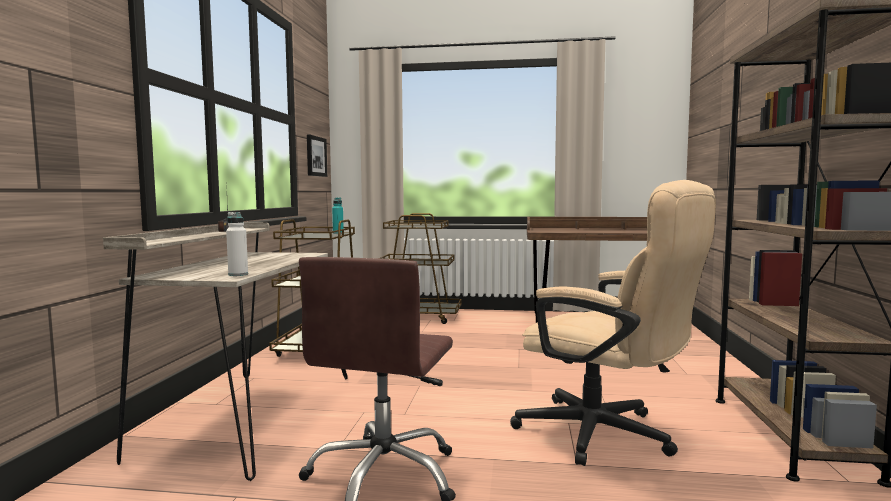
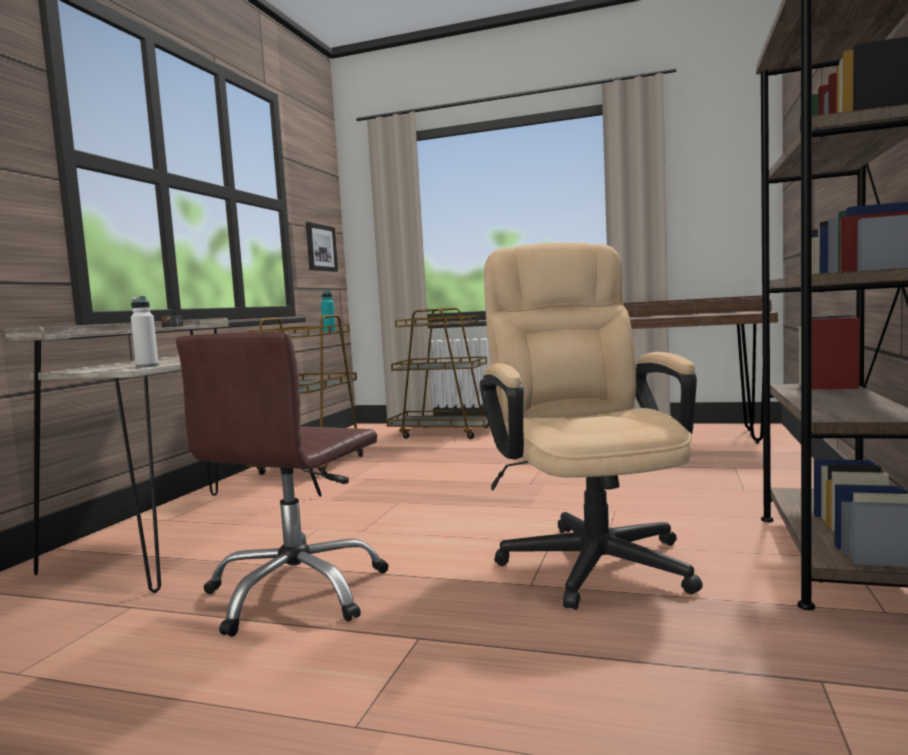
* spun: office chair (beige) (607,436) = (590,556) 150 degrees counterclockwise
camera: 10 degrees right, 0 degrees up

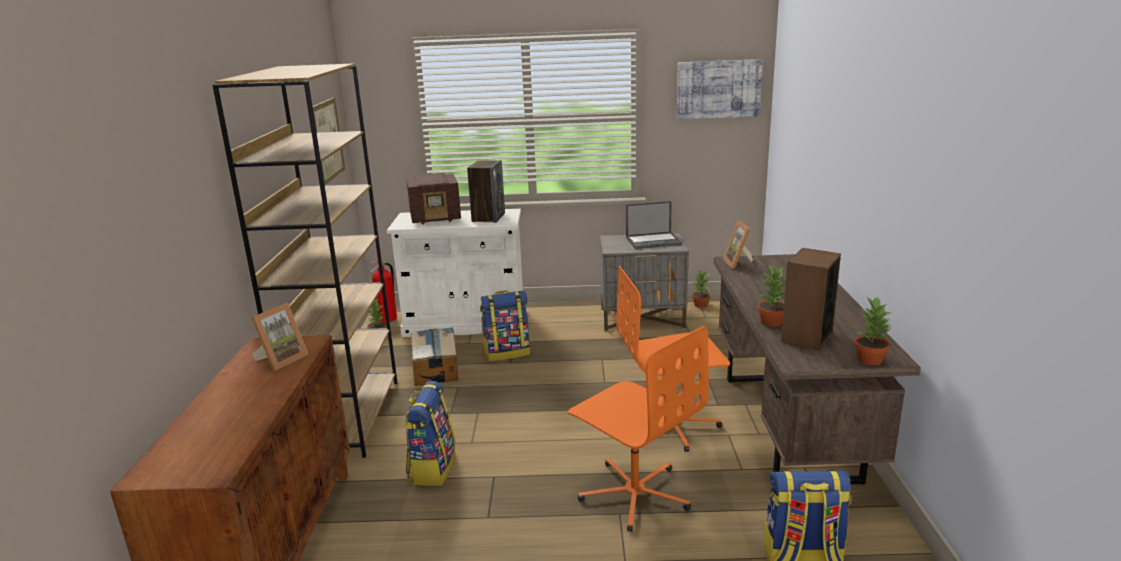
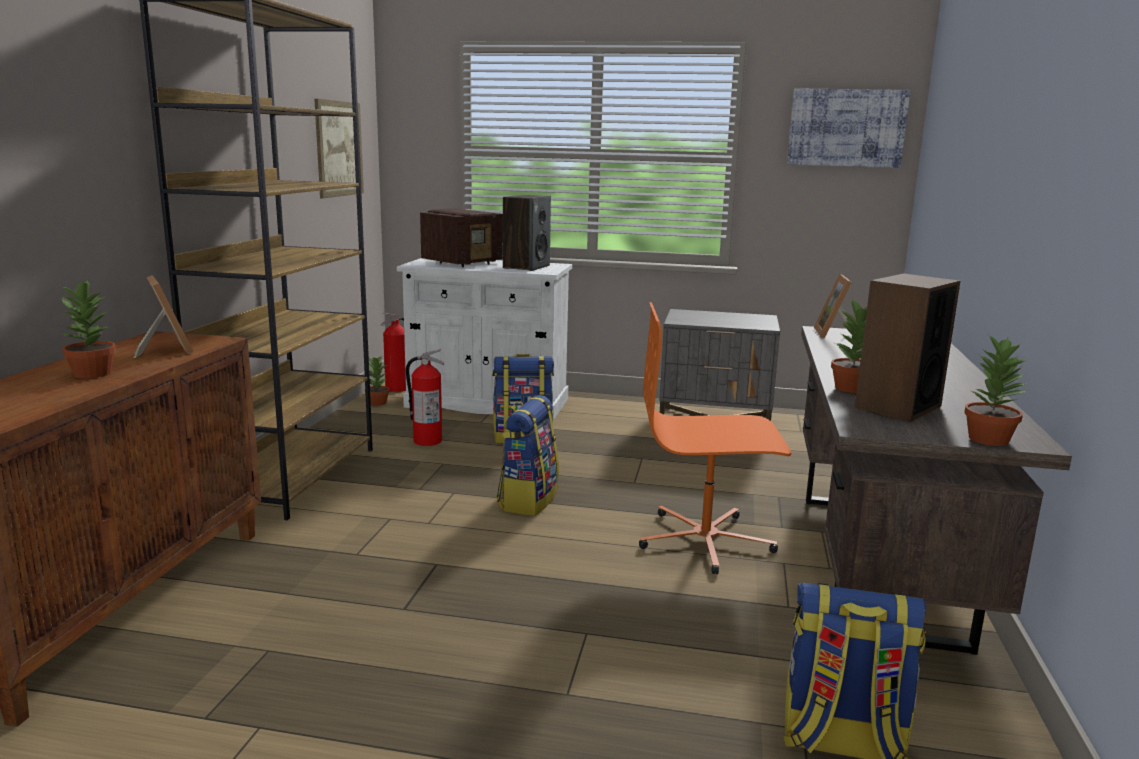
* relocated: potted plant (700,305) to (91,374)
* spun: picture frame (281,359) = (165,350) 75 degrees counterclockwise
* exchanged: cardboard box (435,367) to fire extinguisher (427,441)
* spun: radio (436,218) = (463,263) 45 degrees counterclockwise
* relocated: backpack (432,468) to (527,500)
* missing: office chair (orange) (635,493)
* missing: laptop (653,241)
camera: 10 degrees right, 5 degrees down

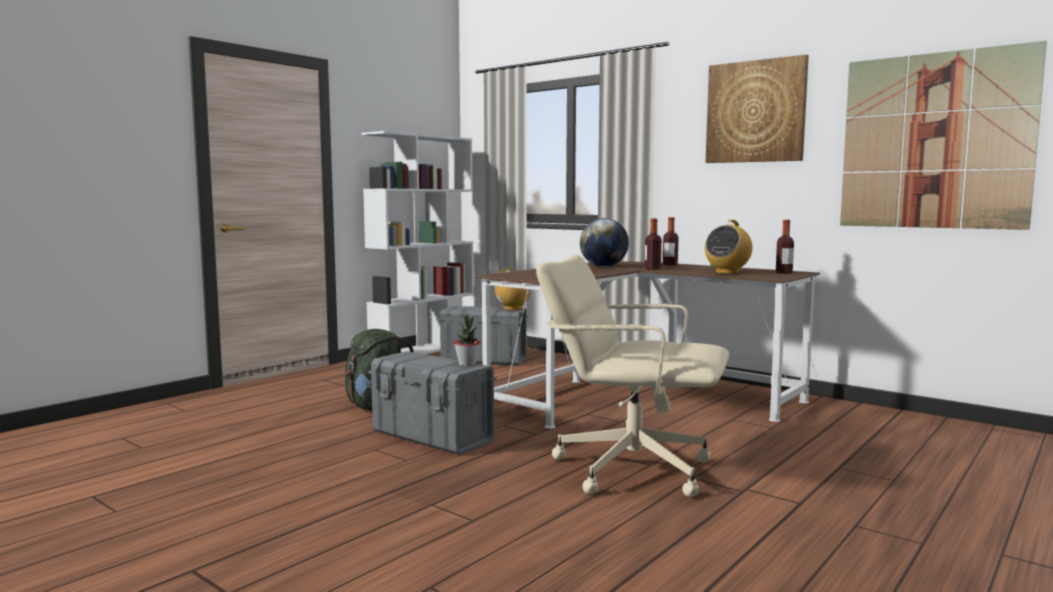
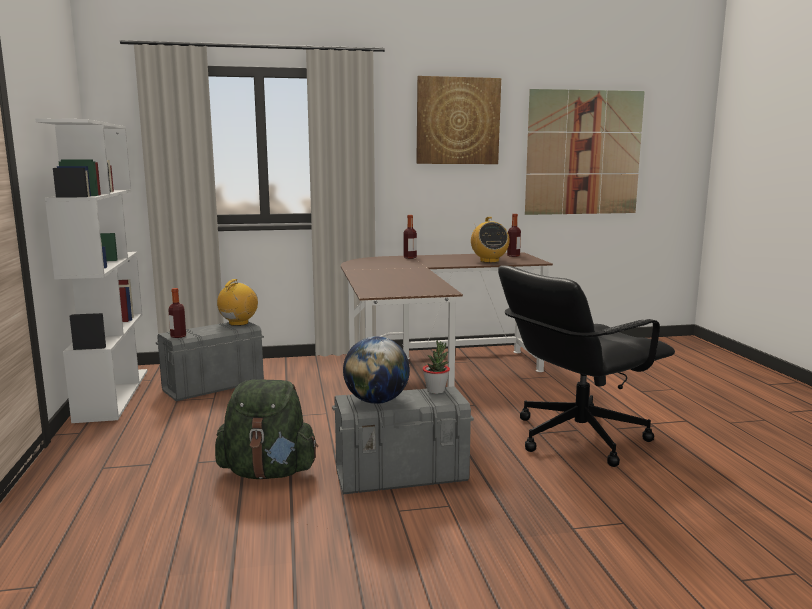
* relocated: bottle (652,269) to (178,336)
* relocated: globe (603,267) to (376,401)
* colour: office chair (beige) (631,468) to office chair (black) (577,437)
camera: 50 degrees left, 5 degrees up

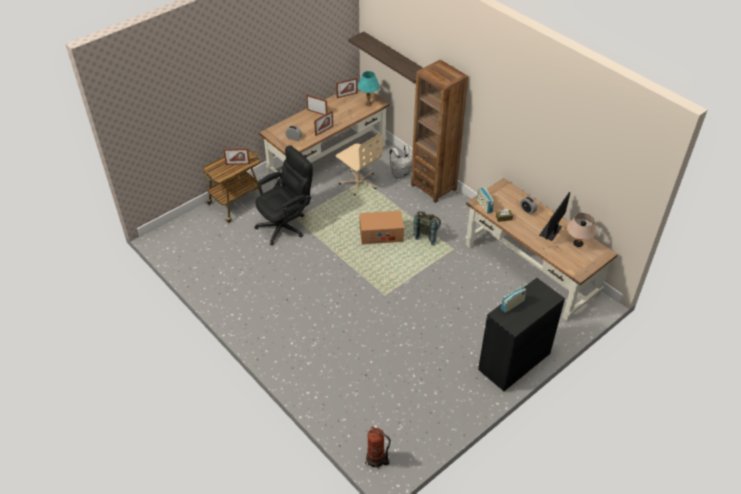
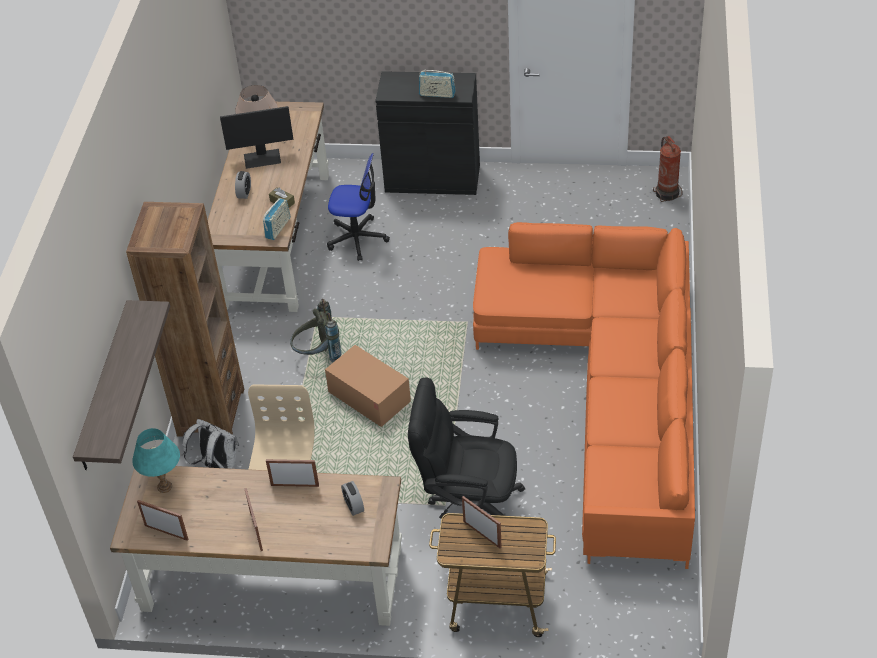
* appeared: office chair (357,238)
* appeared: sofa (orange) (608,391)
camera: 130 degrees left, 0 degrees up

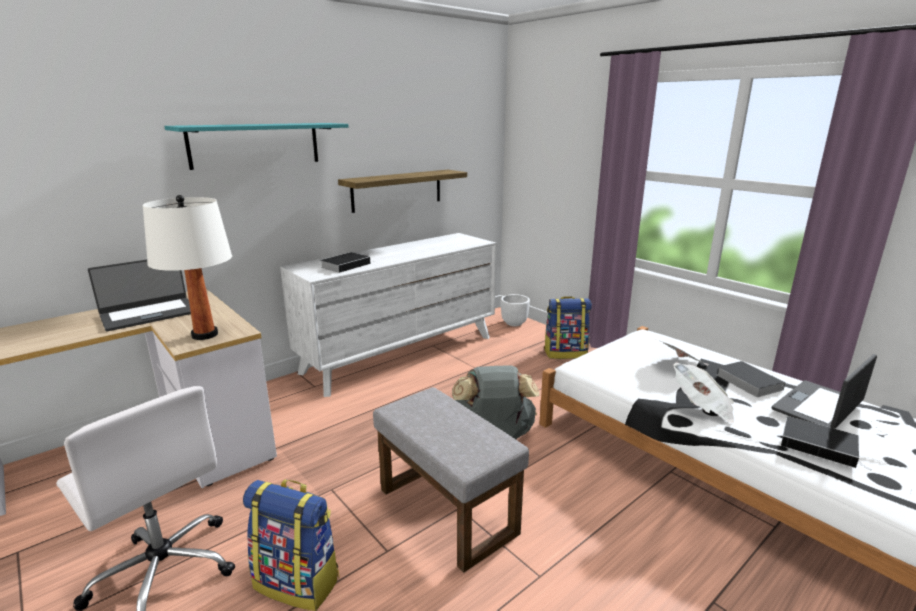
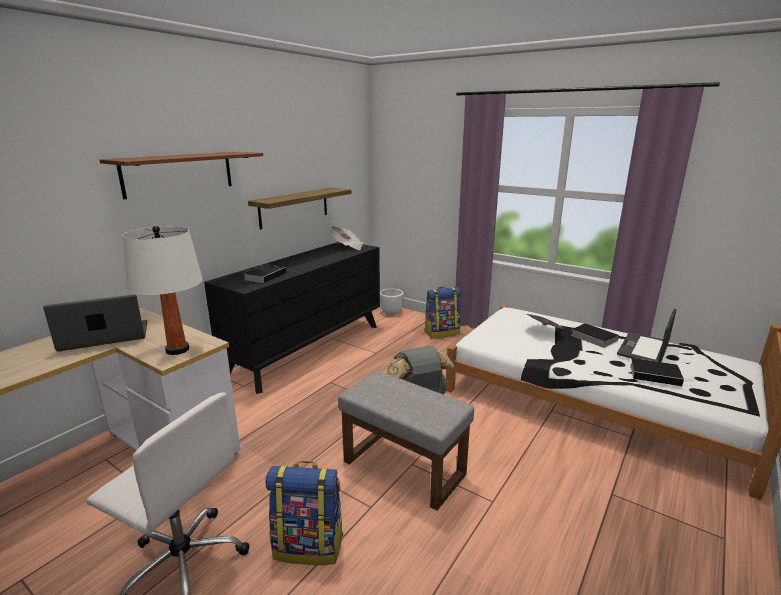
* spun: laptop (149,314) = (104,337) 150 degrees counterclockwise
* colour: shelf (turquoise) (255,145) to shelf (brown) (179,173)
* colour: dresser (white) (401,354) to dresser (black) (308,348)
* relocated: newspaper (702,406) to (347,247)
camera: 15 degrees left, 0 degrees up

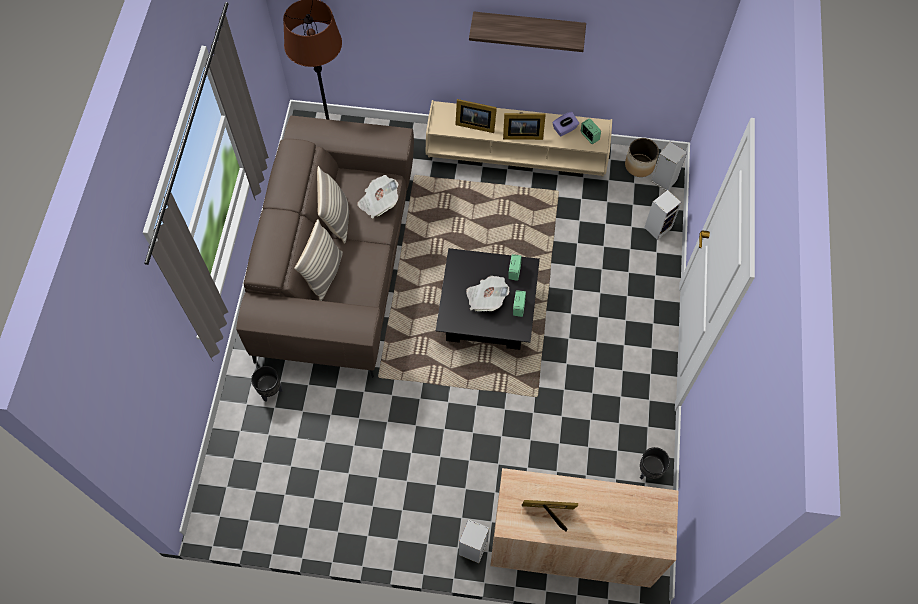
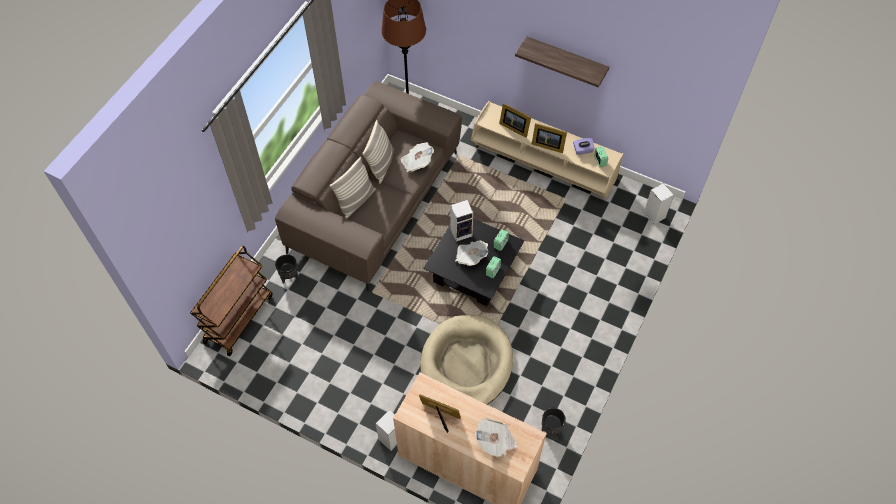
* appeared: cart (brown) (238,318)
* appeared: dog bed (beige) (466,364)
* relocated: speaker (658,227) to (462,232)
* appeared: newspaper (495,441)
* missing: planter (639,165)
camera: 20 degrees right, 5 degrees down

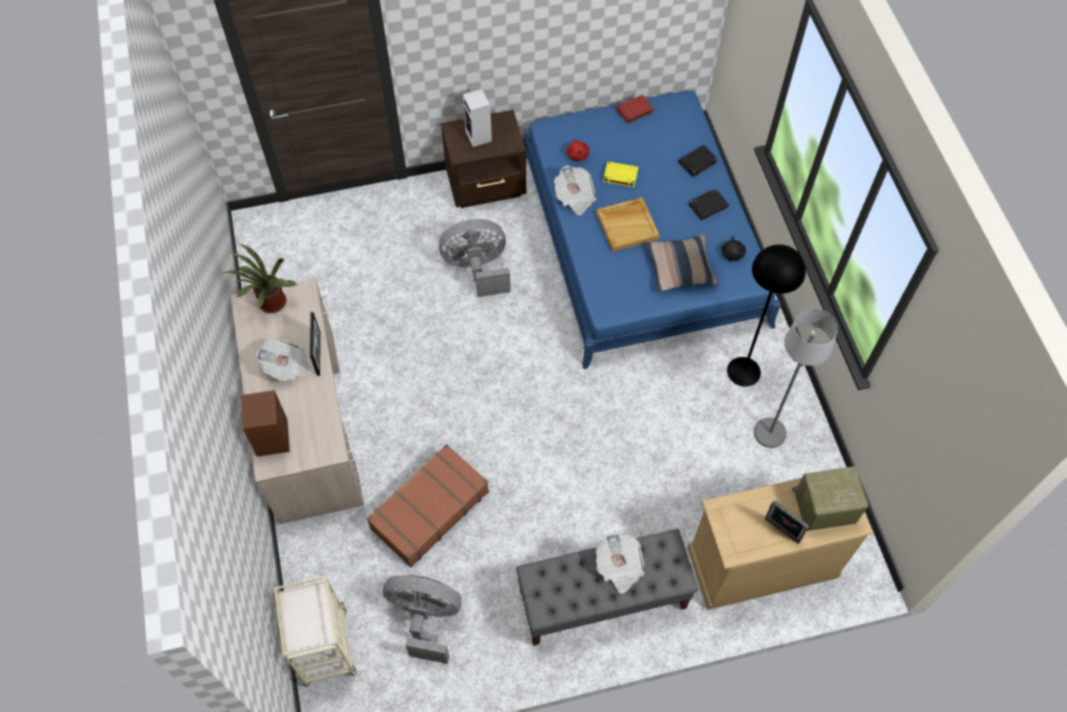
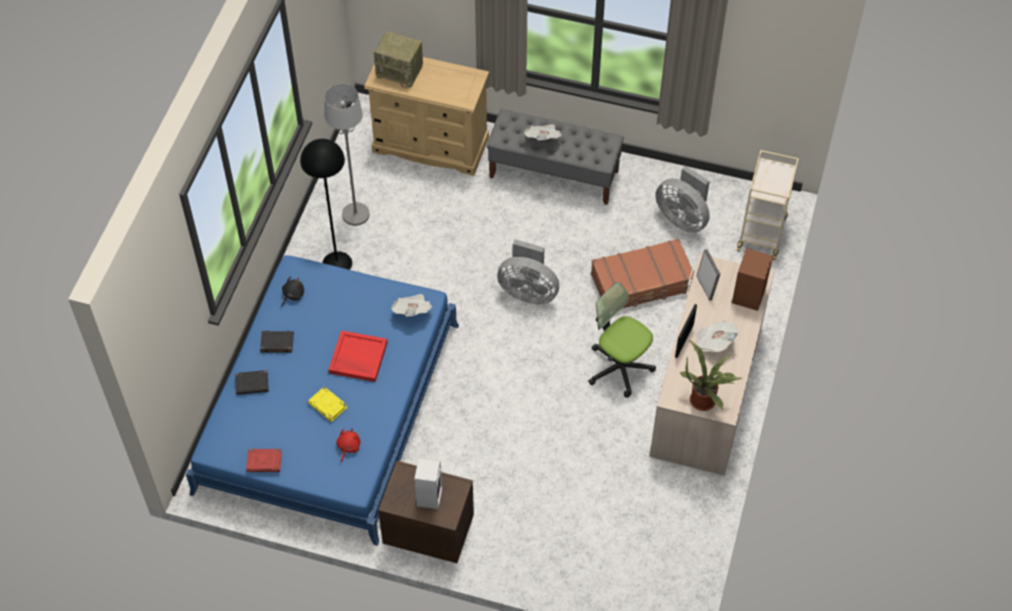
* colour: tray (beige) (627,225) to tray (red) (357,358)
* relocated: newspaper (574,197) to (413,311)
* relocated: fan (grey) (477,269) to (528,291)
* appeared: office chair (619,367)
* relocated: picture frame (781,532) to (706,287)
* missing: pillow (680,268)
camera: 150 degrees left, 5 degrees down

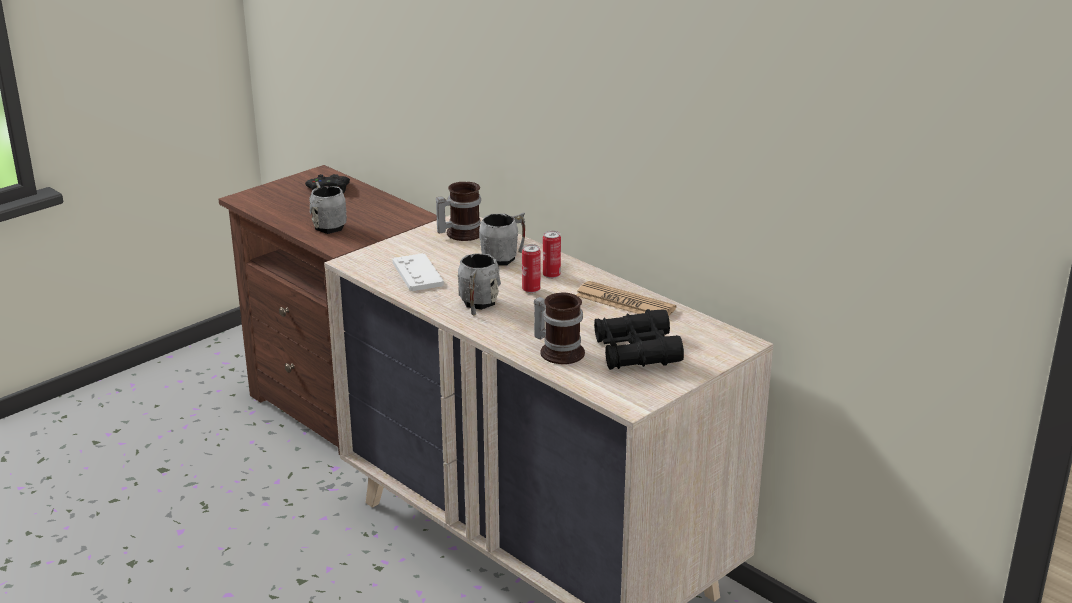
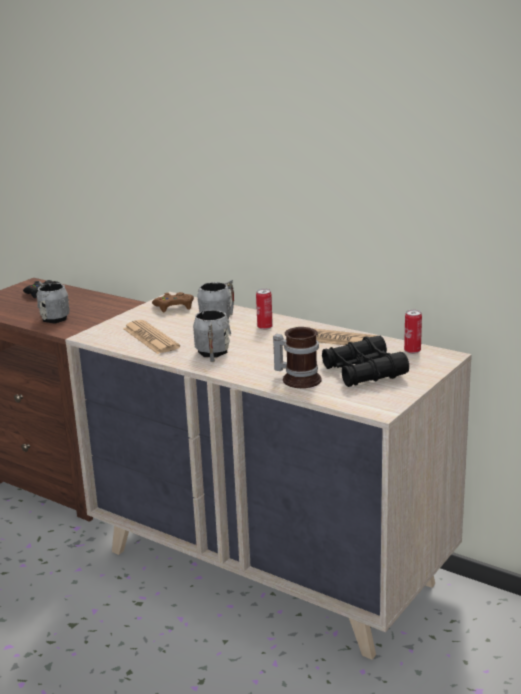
* exchanged: game controller (white) (417,274) to newspaper (150,338)
* exchanged: mug (460,233) to game controller (brown) (174,307)
* relocated: can (531,290) to (412,351)
camera: 10 degrees left, 5 degrees down

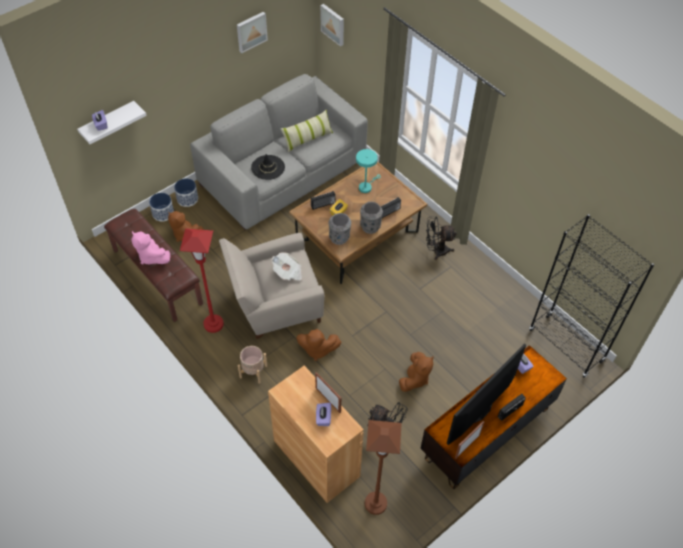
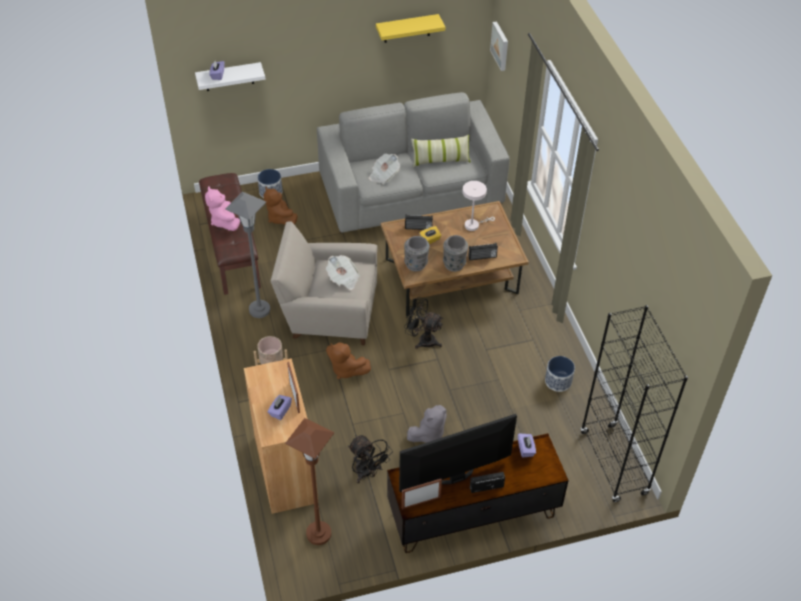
* colour: floor lamp (red) (213,324) to floor lamp (grey) (259,310)
* exchanged: hat (black) (268,167) to newspaper (383,175)
* exchanged: picture (251,31) to shelf (yellow) (407,28)
* relocated: fan (black) (436,250) to (422,340)
* colour: plush toy (brown) (415,379) to plush toy (grey) (428,434)
* colour: table lamp (turquoise) (366,186) to table lamp (white) (474,225)
* relocated: planter (187,199) to (558,381)
camera: 25 degrees right, 5 degrees down

